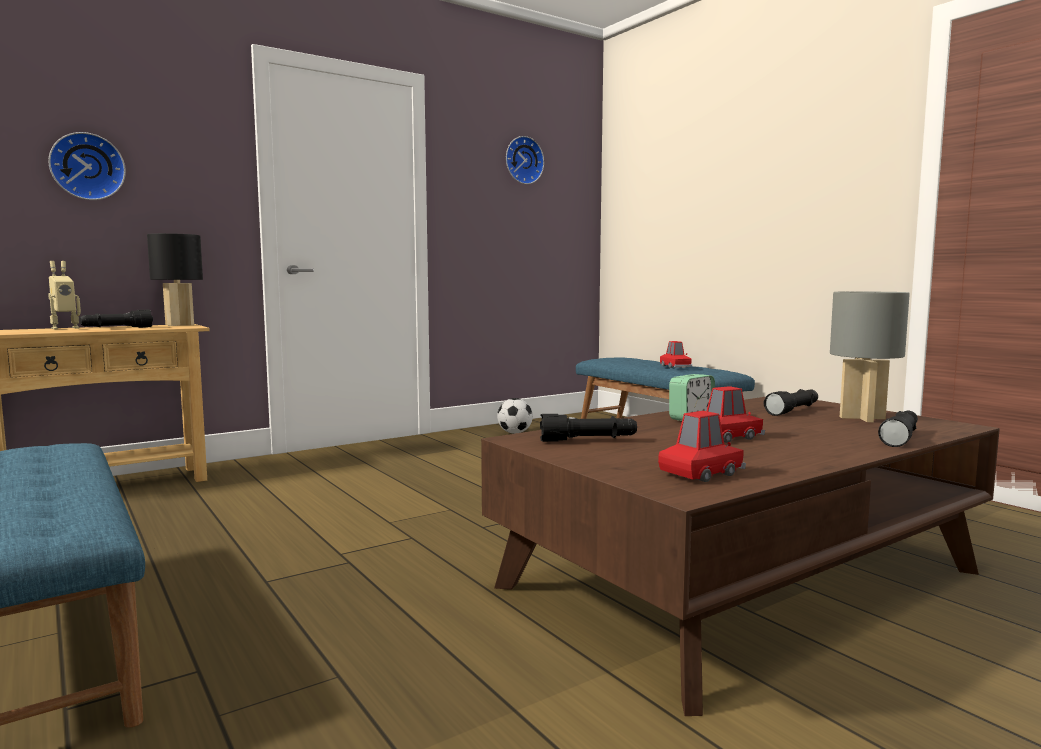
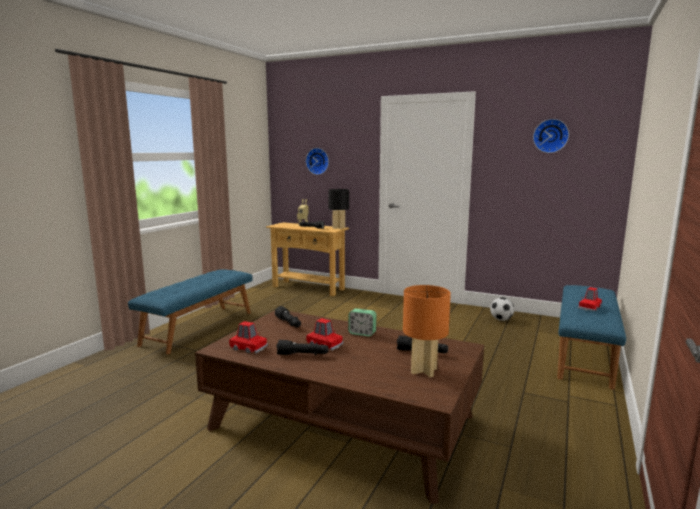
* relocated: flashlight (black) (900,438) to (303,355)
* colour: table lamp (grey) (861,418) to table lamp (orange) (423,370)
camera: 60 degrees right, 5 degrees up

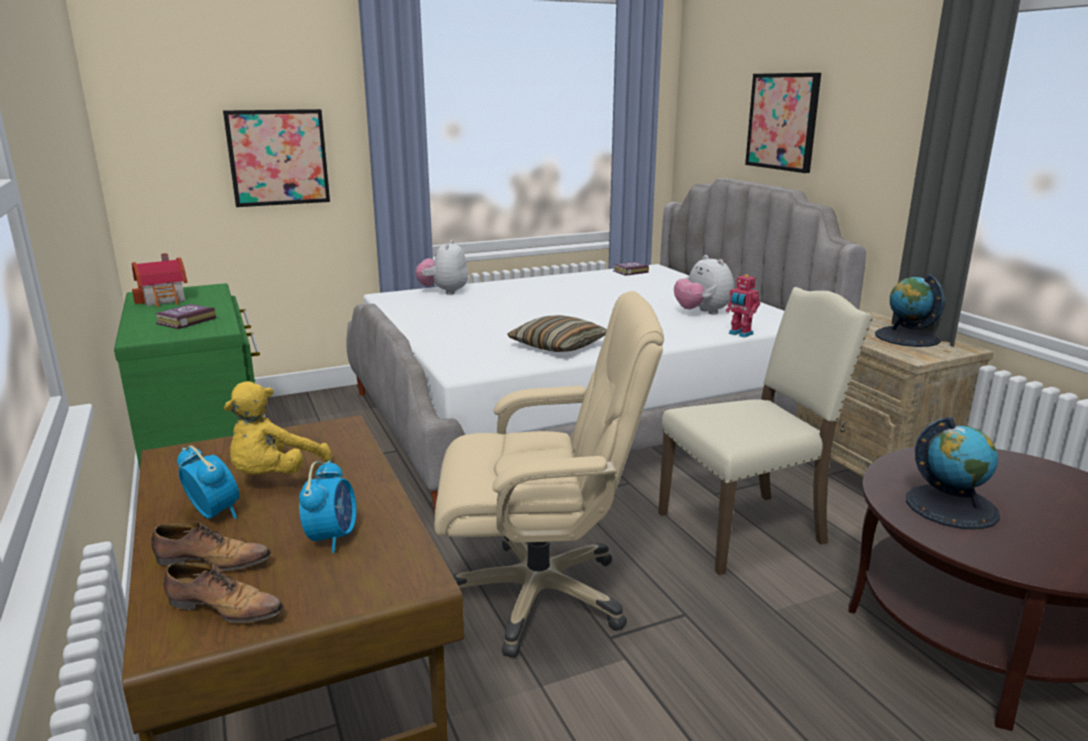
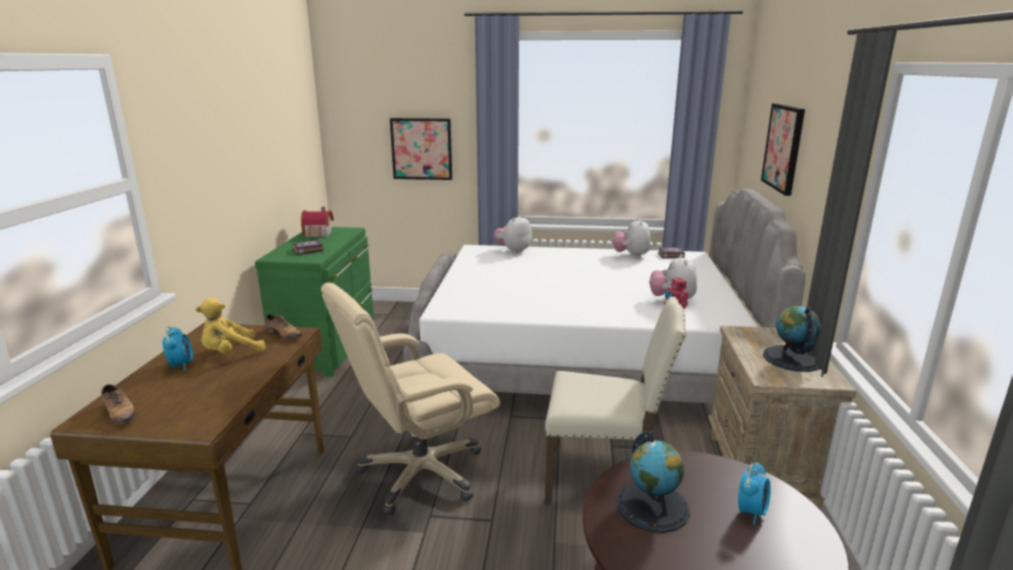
* relocated: shoe (211,561) to (284,334)
* spun: office chair (beige) (540,595) = (420,473) 120 degrees clockwise
* appeared: plush toy (631,256)
* relocated: alarm clock (332,537) to (751,511)
* missing: pillow (558,346)
camera: 30 degrees right, 0 degrees up

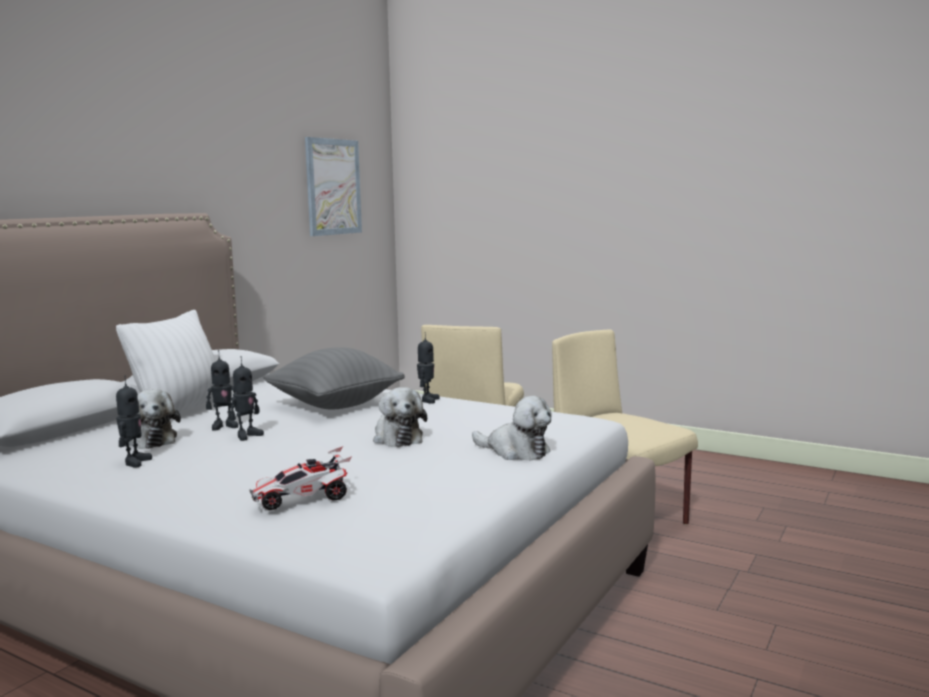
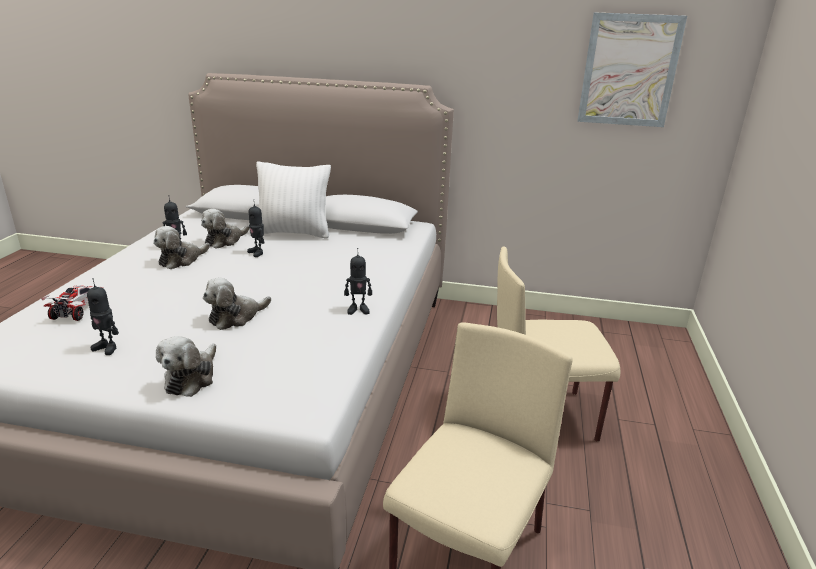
* spun: toy car (302,499) = (78,309) 45 degrees clockwise
* relocated: toy robot (247,435) to (107,348)
* appeared: plush toy (181,260)
* missing: pillow (grey) (335,405)
camera: 70 degrees right, 15 degrees up

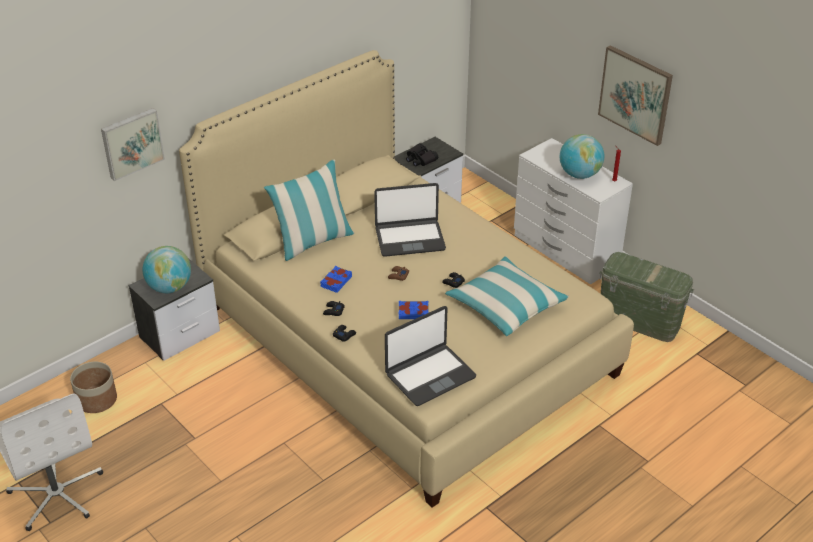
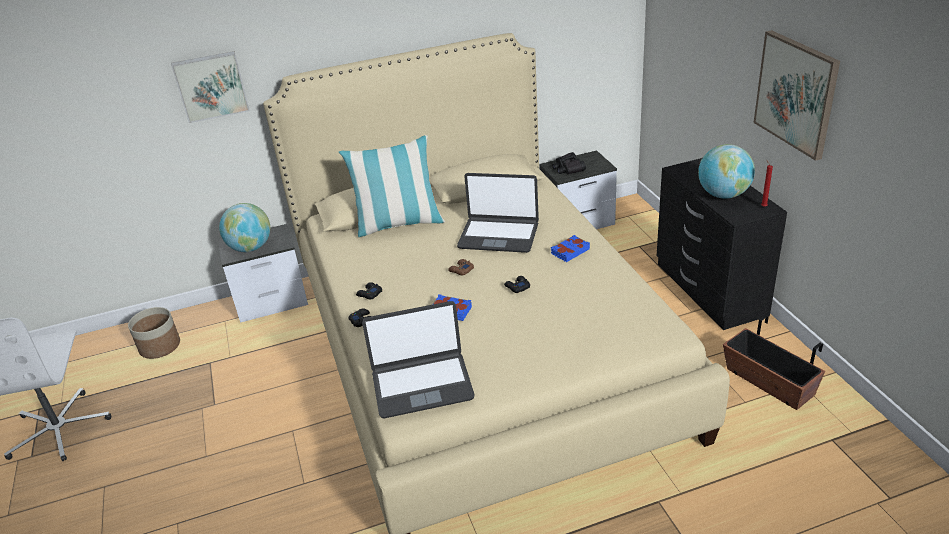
* relocated: book (blue) (335,281) to (569,251)
* colour: dresser (white) (565,251) to dresser (black) (709,290)
* exchanged: storage box (green) (639,320) to planter (769,382)
* missing: pillow (506,305)
camera: 25 degrees right, 5 degrees down

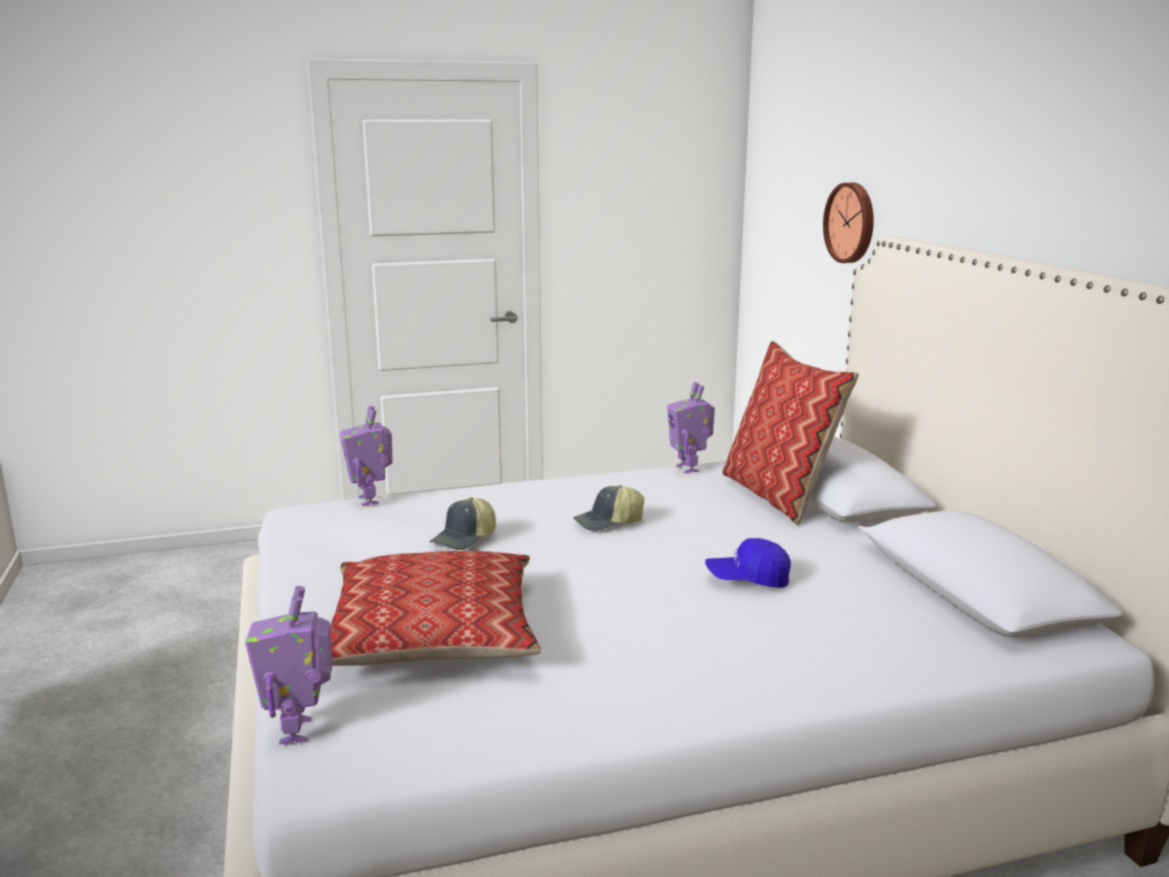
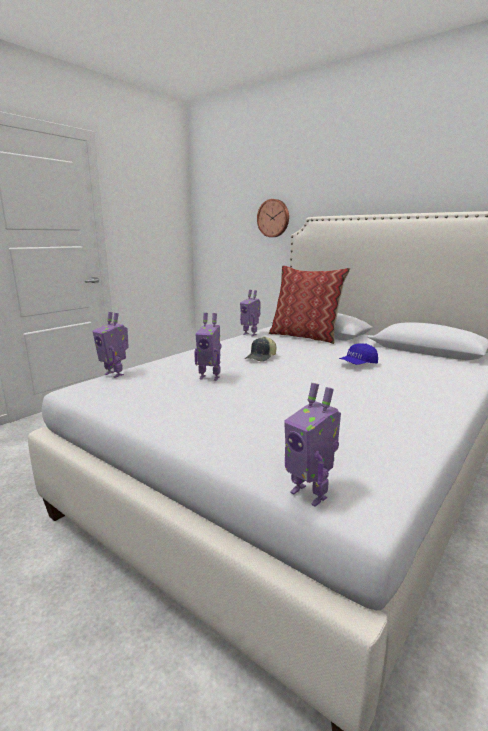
* exchanged: cap (465,539) to toy robot (210,377)
* missing: pillow (432,633)
camera: 35 degrees left, 0 degrees up

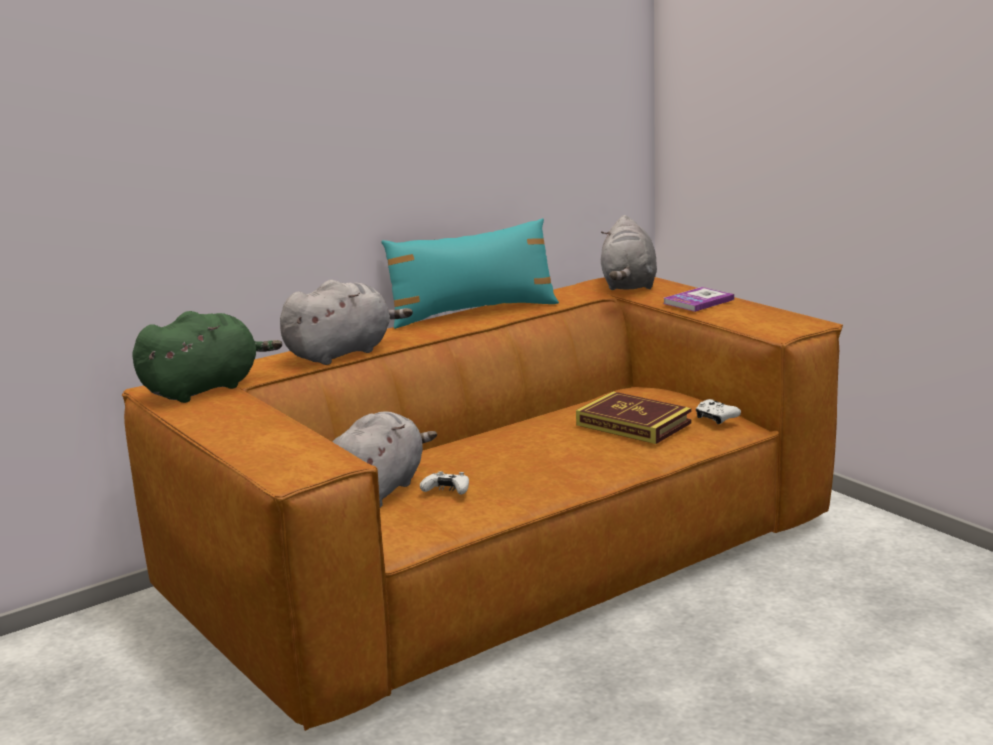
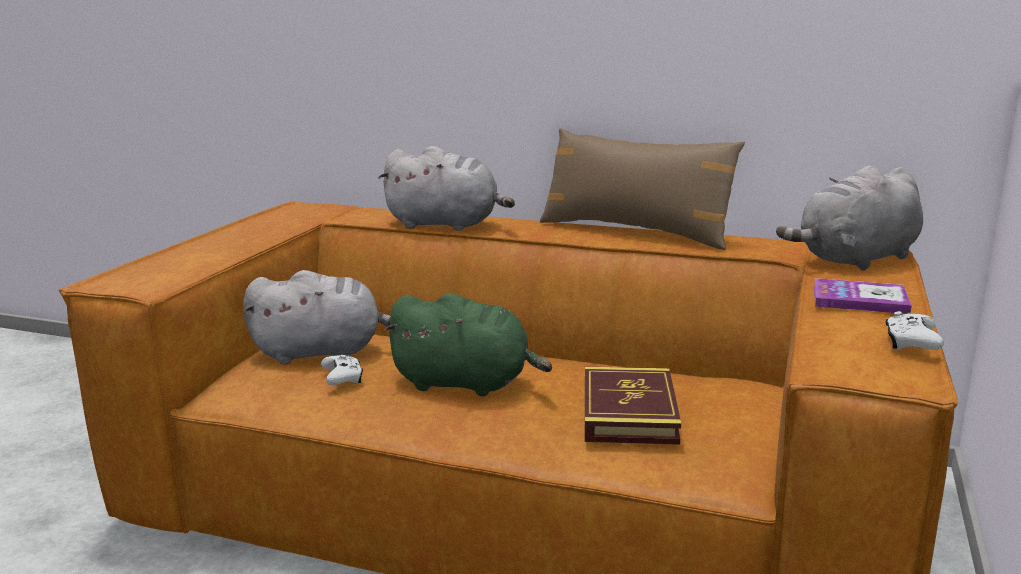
* relocated: plush toy (green) (205,389) to (466,384)
* colour: pillow (turquoise) (472,312) to pillow (brown) (634,231)
* relocated: game controller (white) (716,418) to (910,343)
camera: 55 degrees right, 0 degrees up

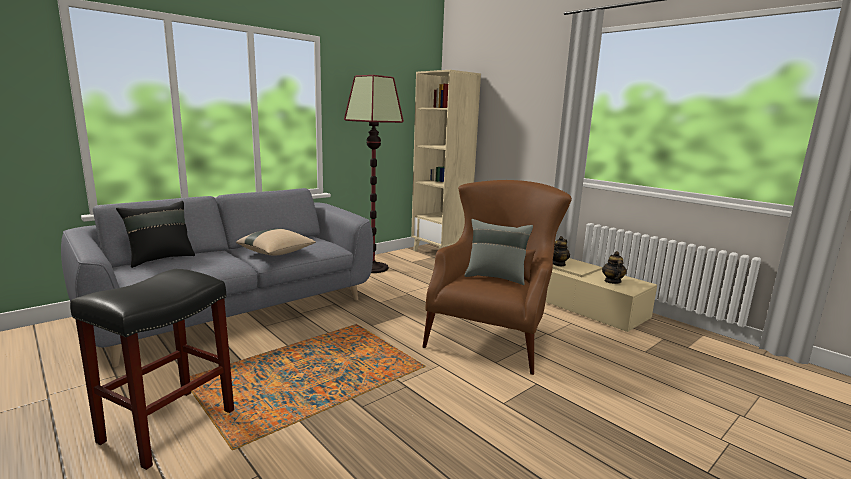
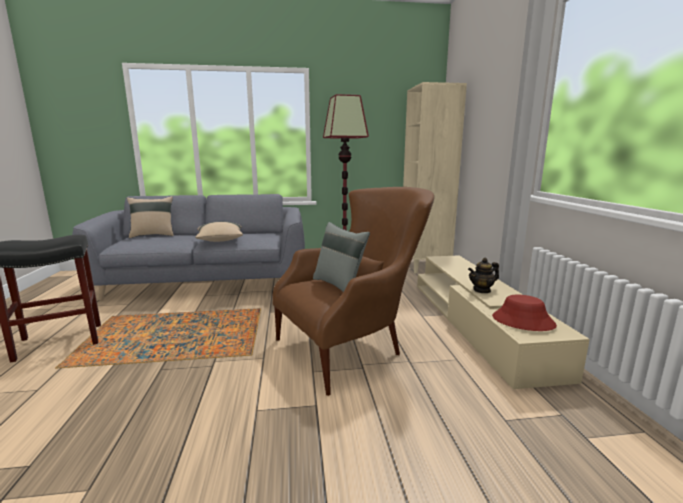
* colour: pillow (black) (160,259) to pillow (beige) (153,235)
* exchanged: teapot (612,281) to hat (red) (522,321)
camera: 35 degrees right, 0 degrees up

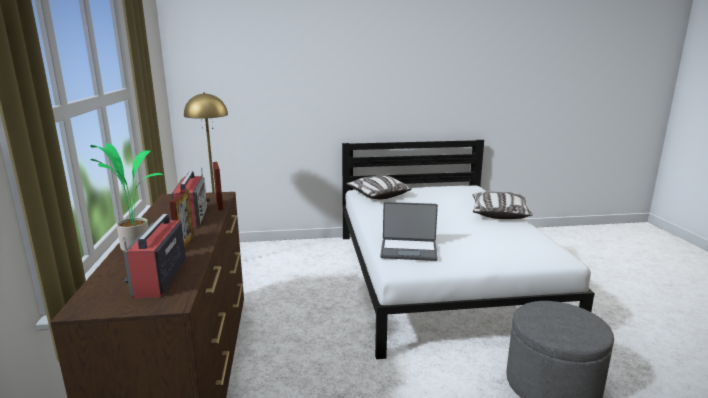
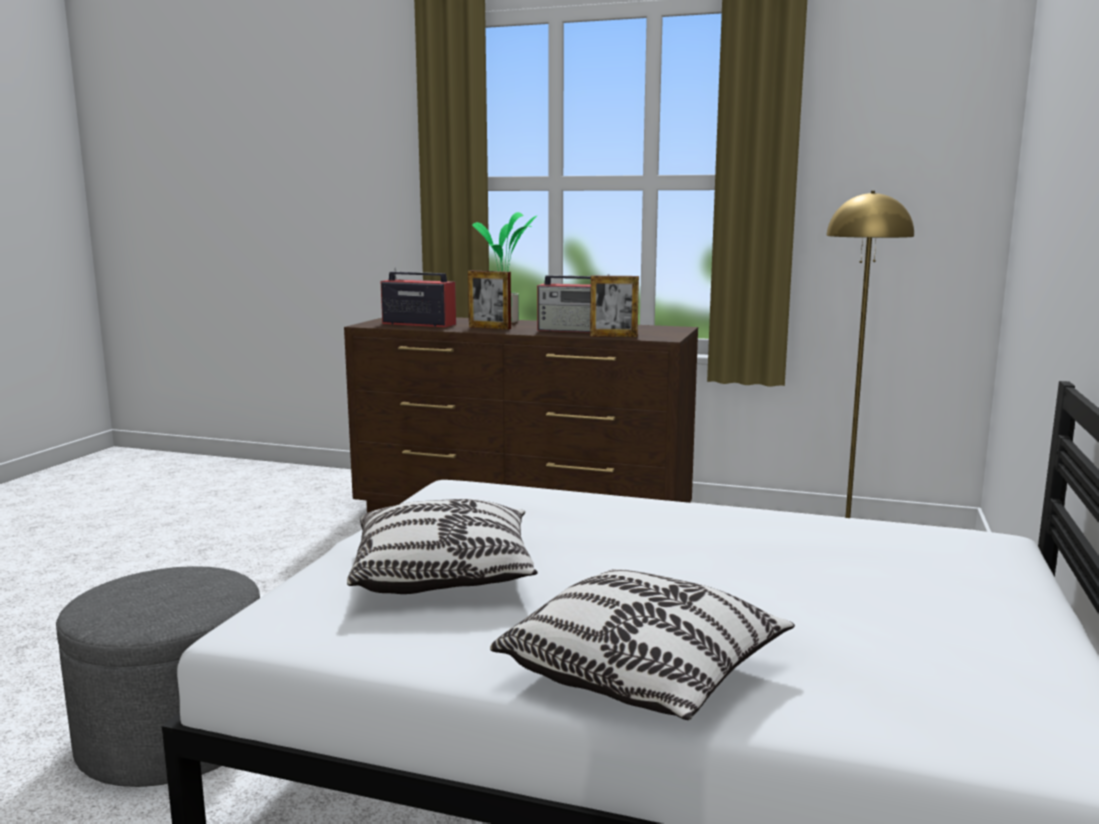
* relocated: pillow (378,195) to (444,575)
* missing: laptop (408,250)
camera: 115 degrees right, 5 degrees down

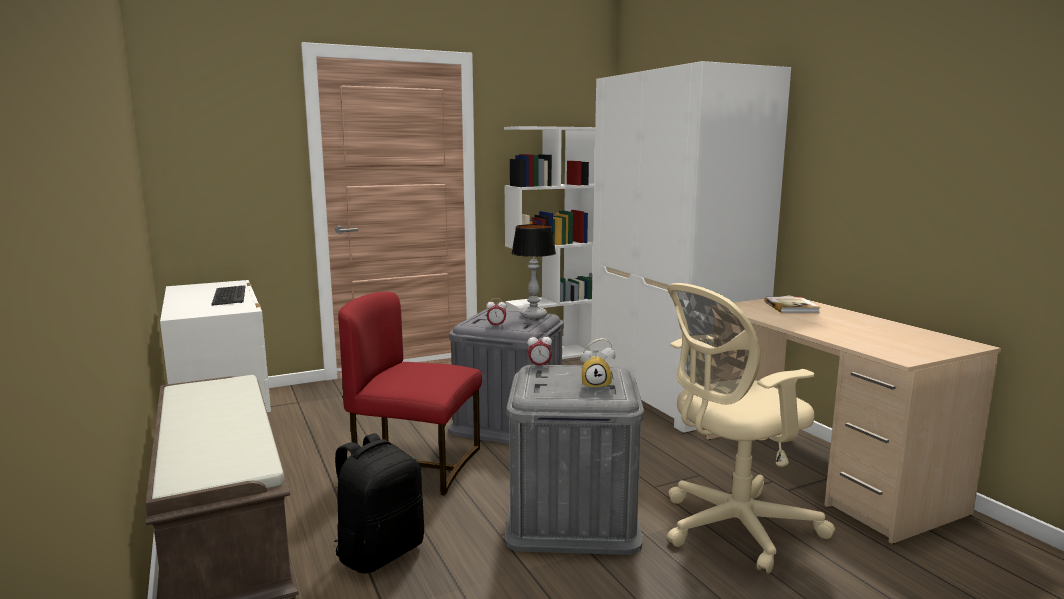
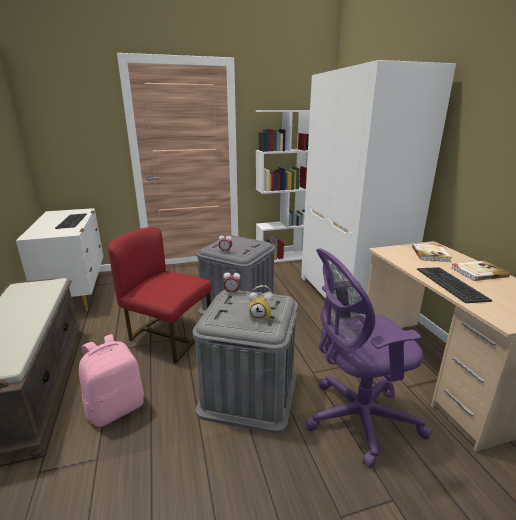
* colour: backpack (black) (380,552) to backpack (pink) (116,408)
* colour: office chair (beige) (732,528) to office chair (purple) (356,418)
* appeared: keyboard (451,284)
* appeared: book (478,272)
* missing: table lamp (534,316)
camera: 10 degrees right, 10 degrees up

